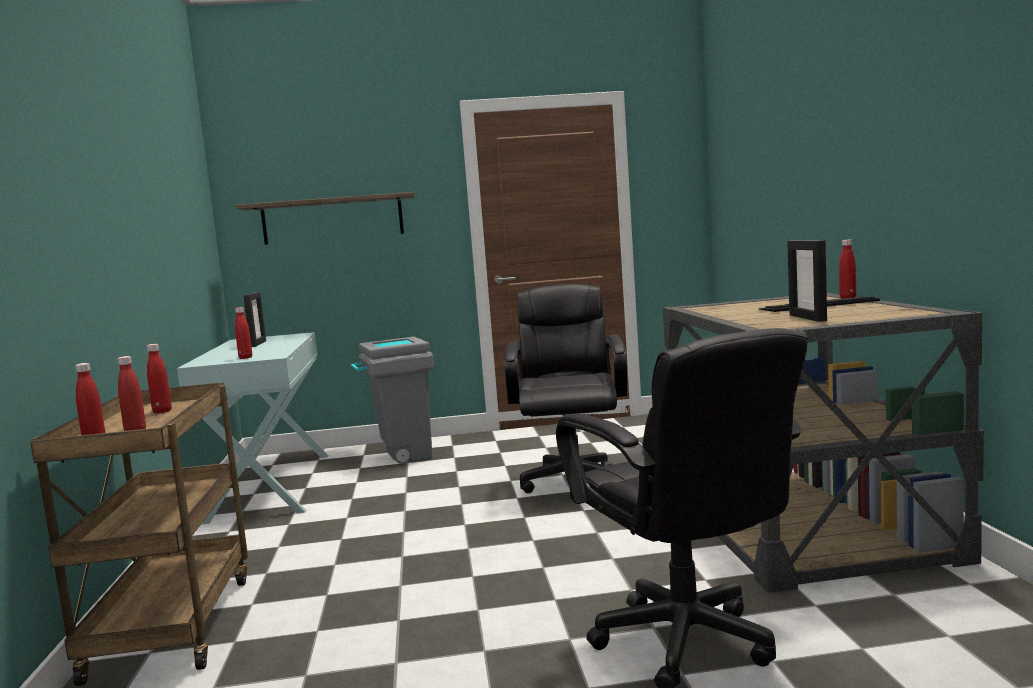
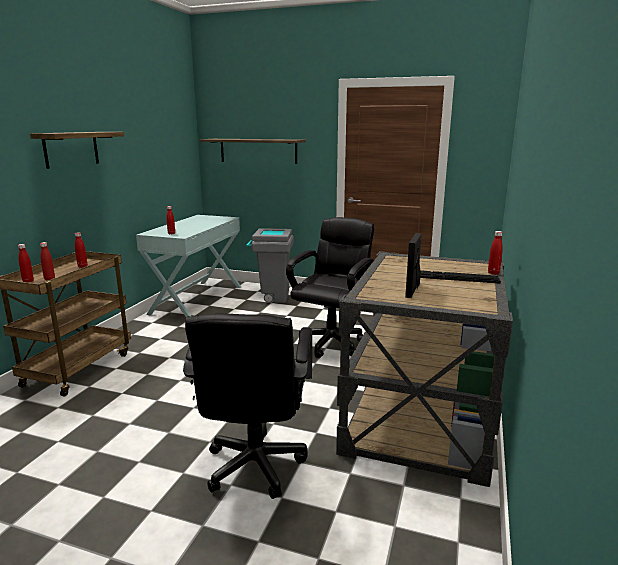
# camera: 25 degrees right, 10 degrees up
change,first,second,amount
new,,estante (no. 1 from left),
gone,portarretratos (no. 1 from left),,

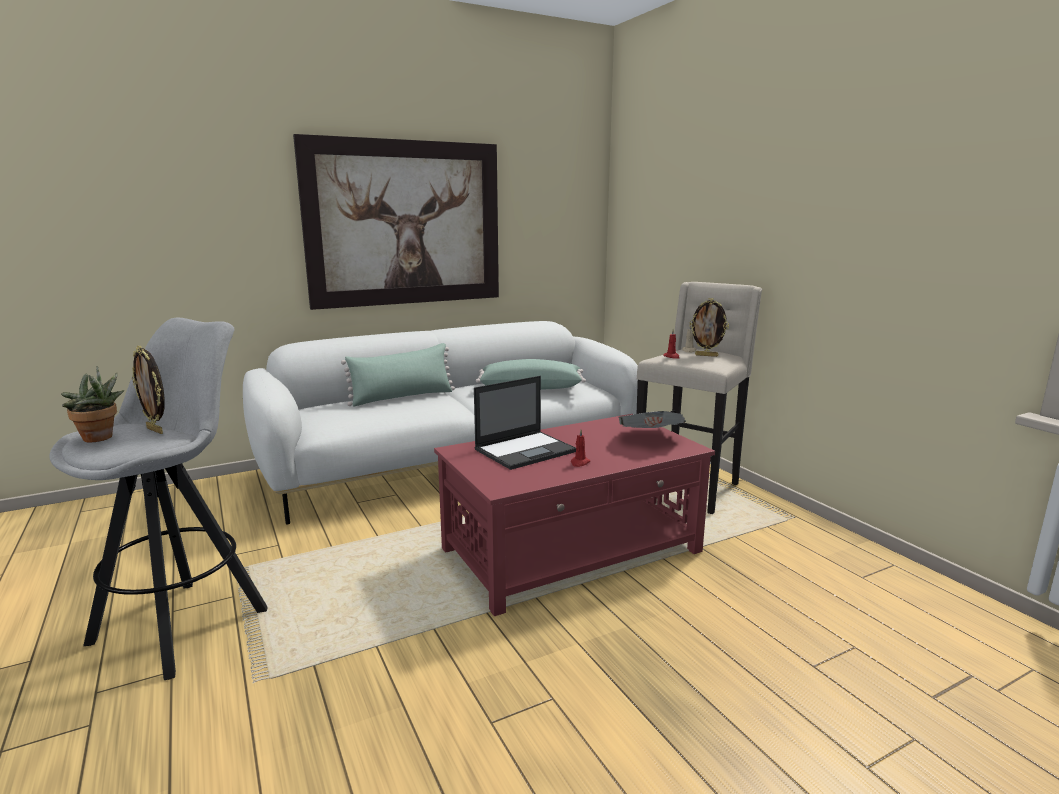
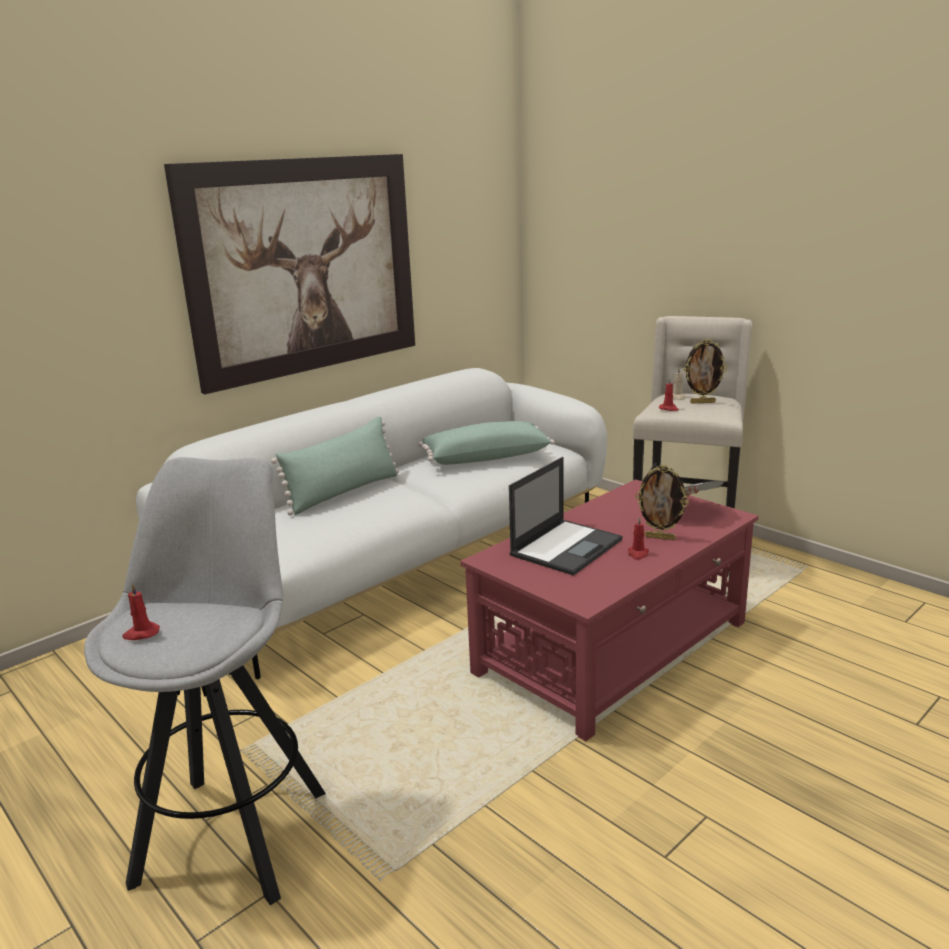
# camera: 15 degrees left, 5 degrees up
change,first,second,amount
swapped,planta en maceta,vela/rojo (no. 1 from left),
shifted,portarretratos (no. 1 from left),,

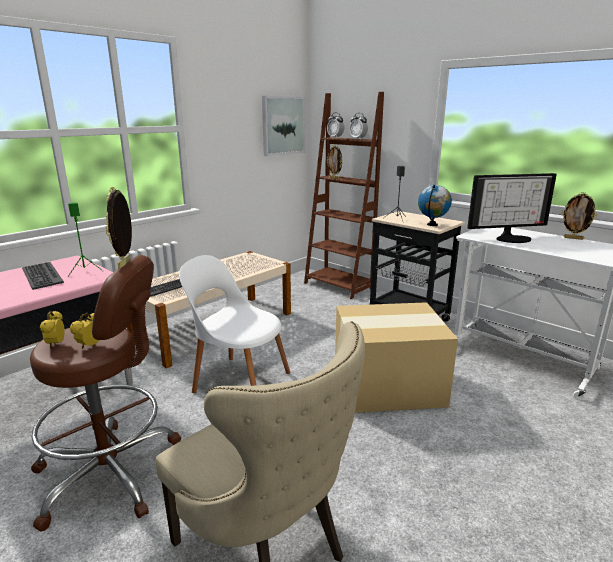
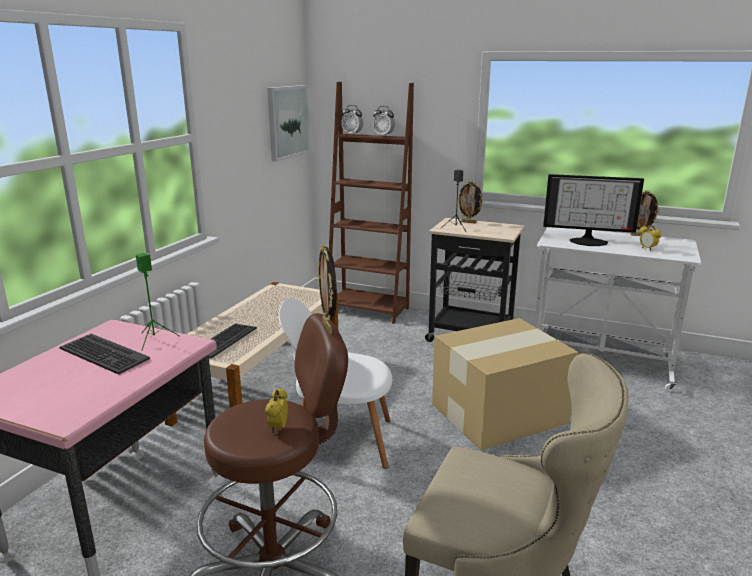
# camera: 20 degrees left, 0 degrees up
change,first,second,amount
shifted,portarretratos (no. 2 from left),,
rotated,monitor,,45 degrees clockwise
shifted,despertador (no. 1 from left in the first image),despertador (no. 4 from left),
gone,globo terráqueo,,

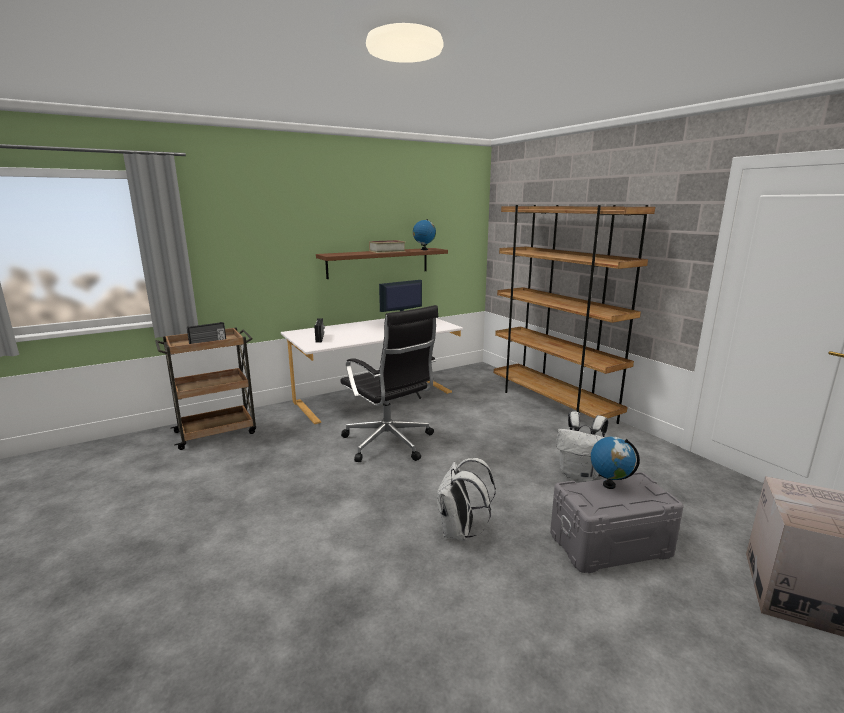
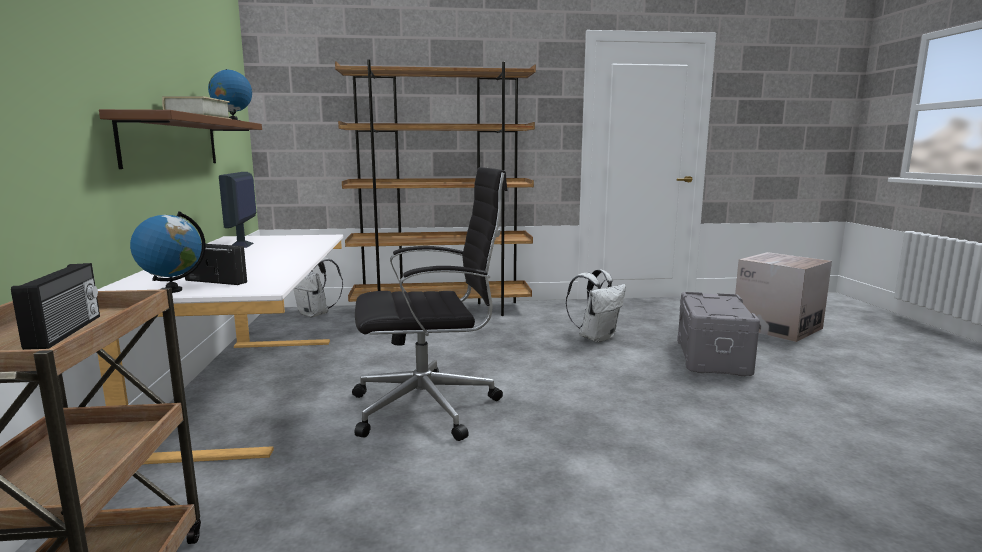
# camera: 65 degrees left, 5 degrees down
change,first,second,amount
shifted,globo terráqueo (no. 2 from left in the first image),globo terráqueo (no. 1 from left),
shifted,mochila/blanco (no. 1 from left),,

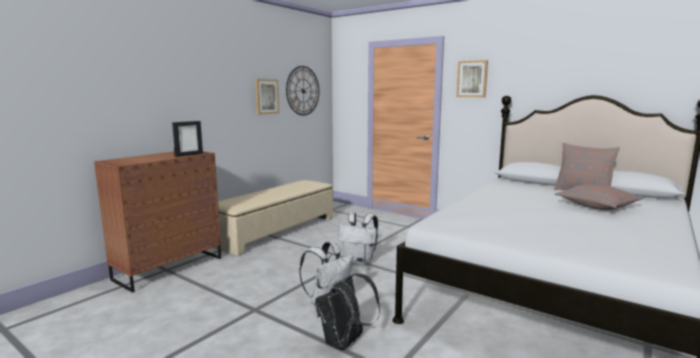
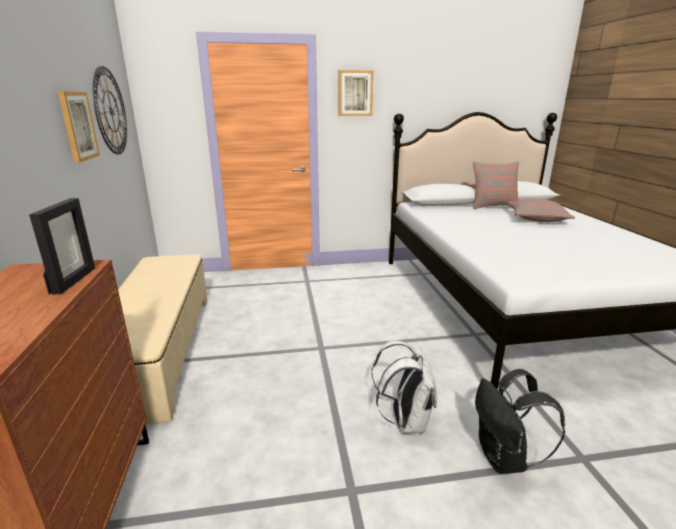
# camera: 45 degrees left, 10 degrees up
change,first,second,amount
gone,mochila/blanco (no. 2 from left),,

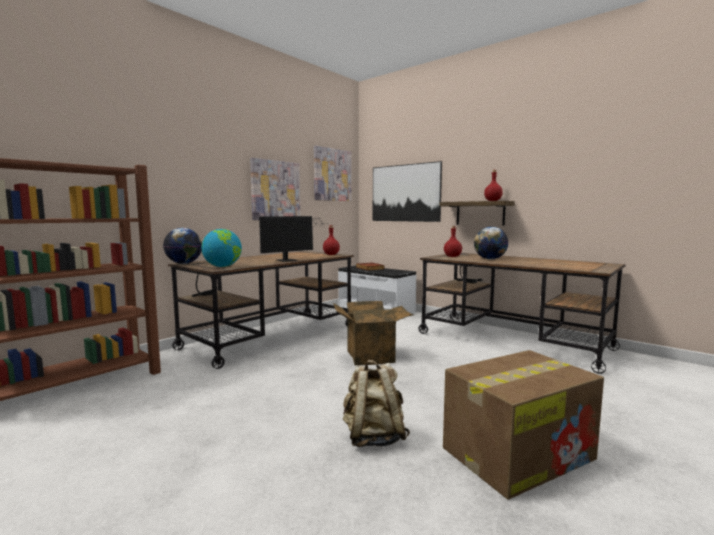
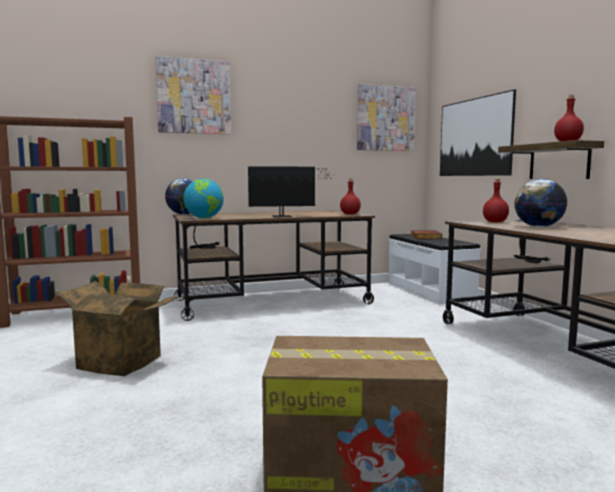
# camera: 30 degrees right, 0 degrees up
change,first,second,amount
shifted,caja de cartón (no. 1 from left),,
shifted,cuadro (no. 1 from left),,
gone,mochila/beis,,

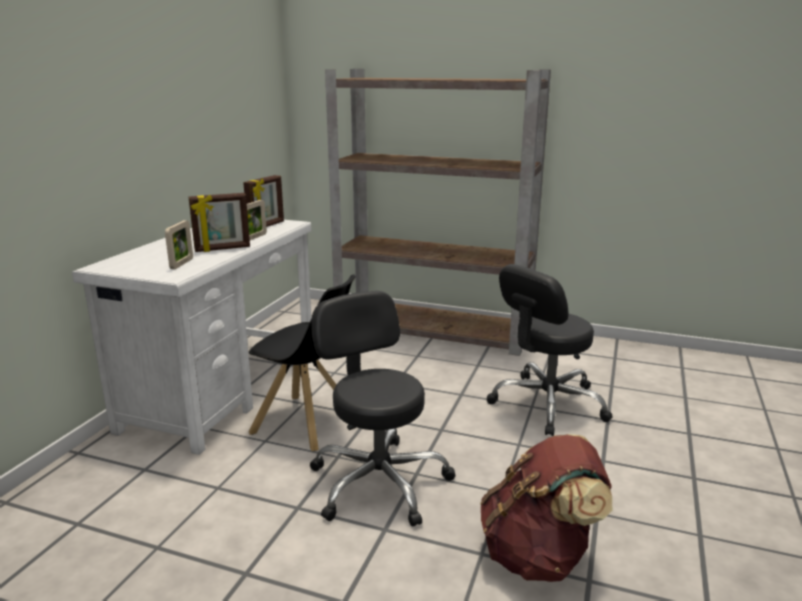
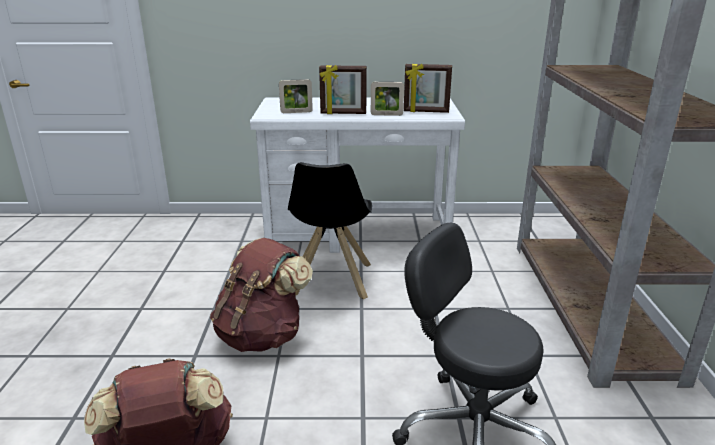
# camera: 70 degrees right, 5 degrees up
change,first,second,amount
swapped,silla de oficina/negro (no. 1 from left),mochila/marrón (no. 2 from left),
rotated,portarretratos (no. 2 from left),,45 degrees counterclockwise

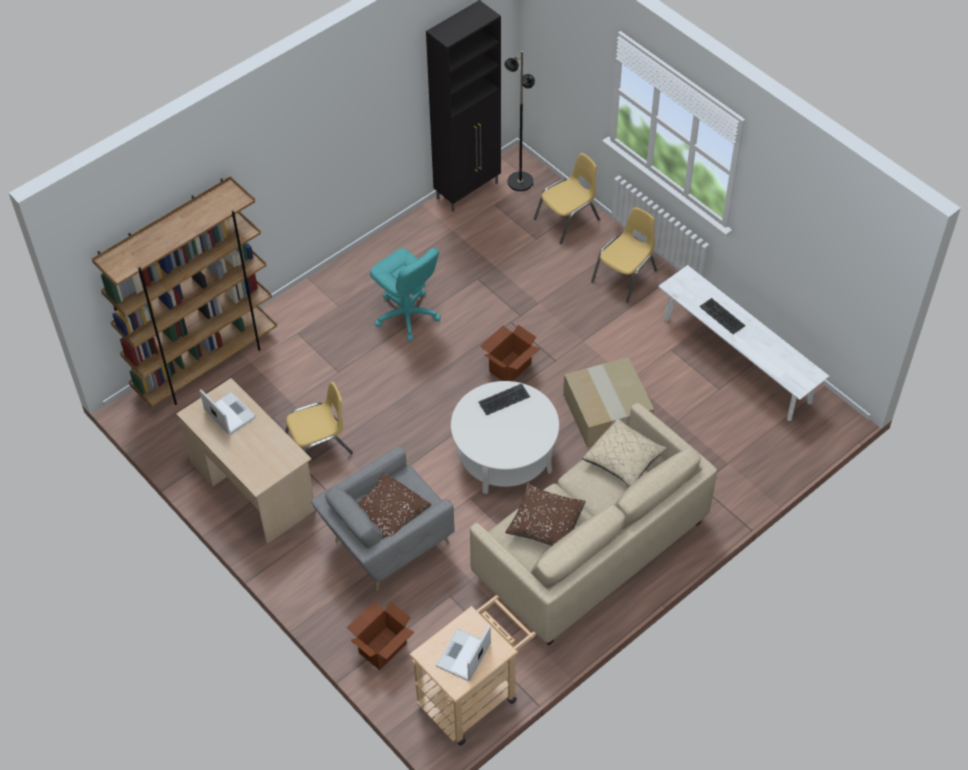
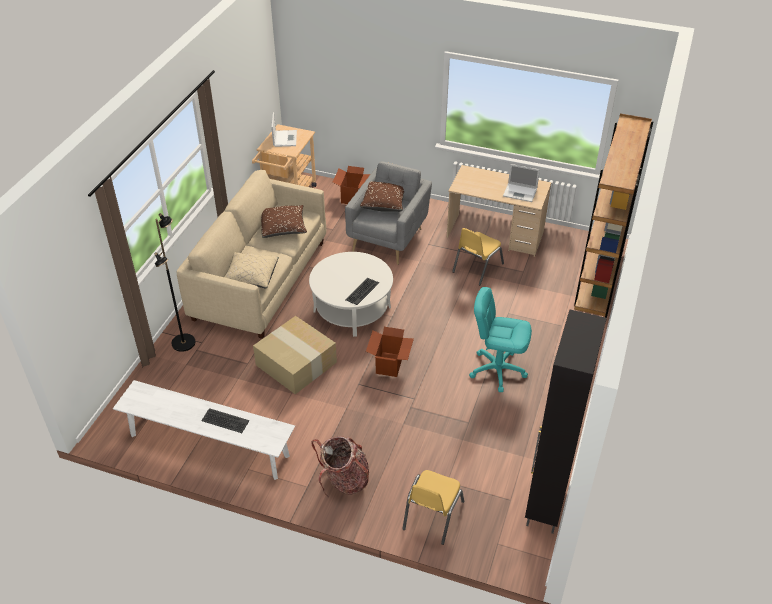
# camera: 150 degrees right, 10 degrees down
change,first,second,amount
shifted,lámpara de pie/negro,,
swapped,silla/amarillo (no. 3 from left),mochila,

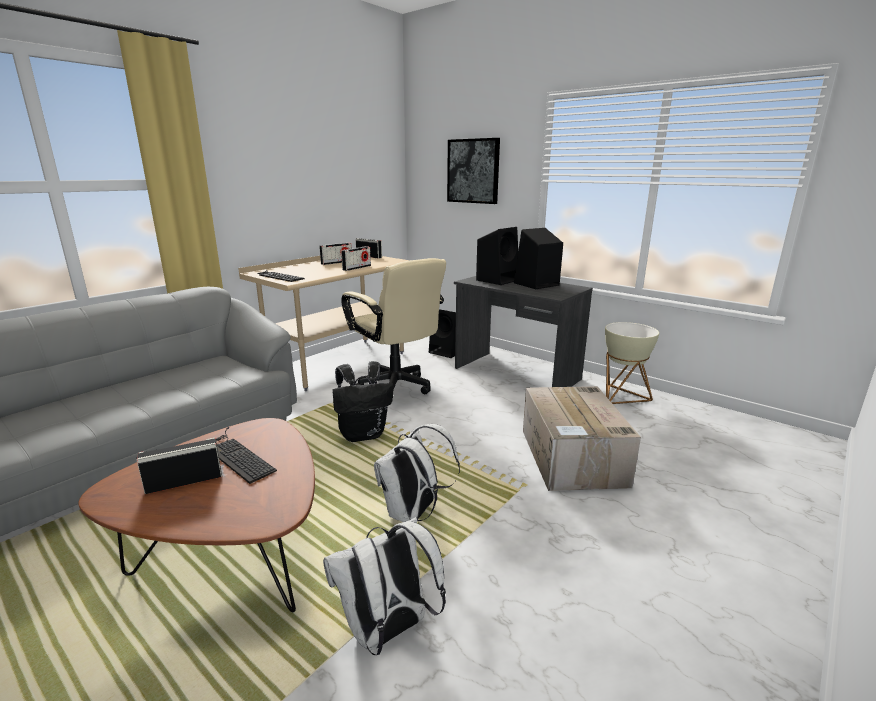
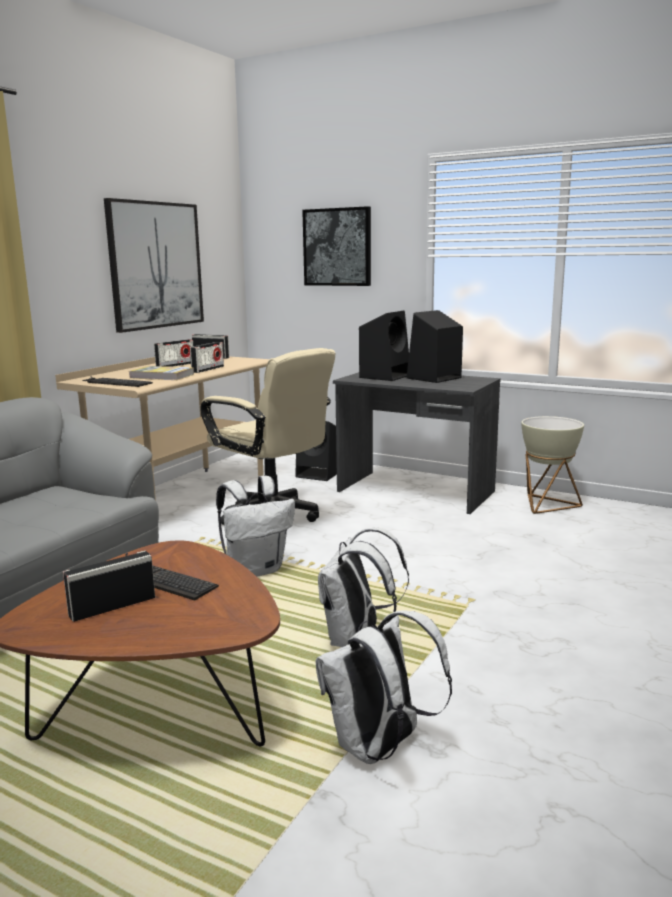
# camera: 10 degrees left, 5 degrees down
change,first,second,amount
new,,cuadro (no. 1 from left),
new,,libro,
repainted,mochila/negro,mochila/blanco (no. 1 from left),
gone,caja de cartón,,

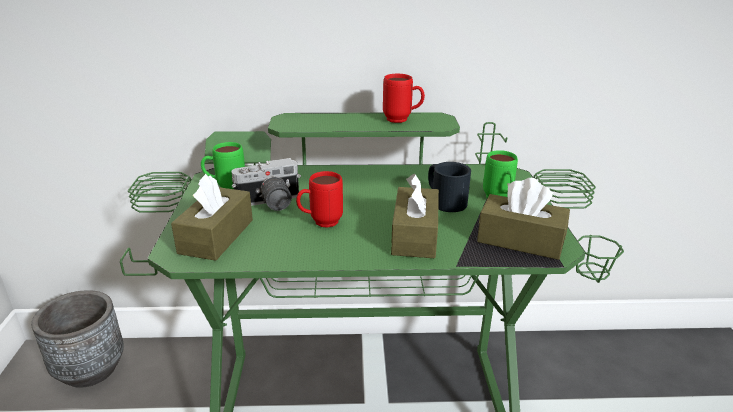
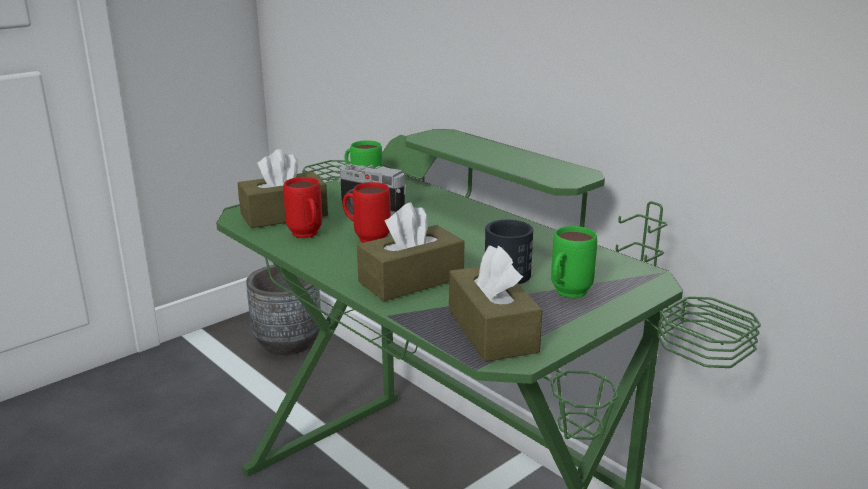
# camera: 50 degrees right, 5 degrees down
change,first,second,amount
shifted,taza grande/rojo (no. 2 from left in the first image),taza grande/rojo (no. 1 from left),

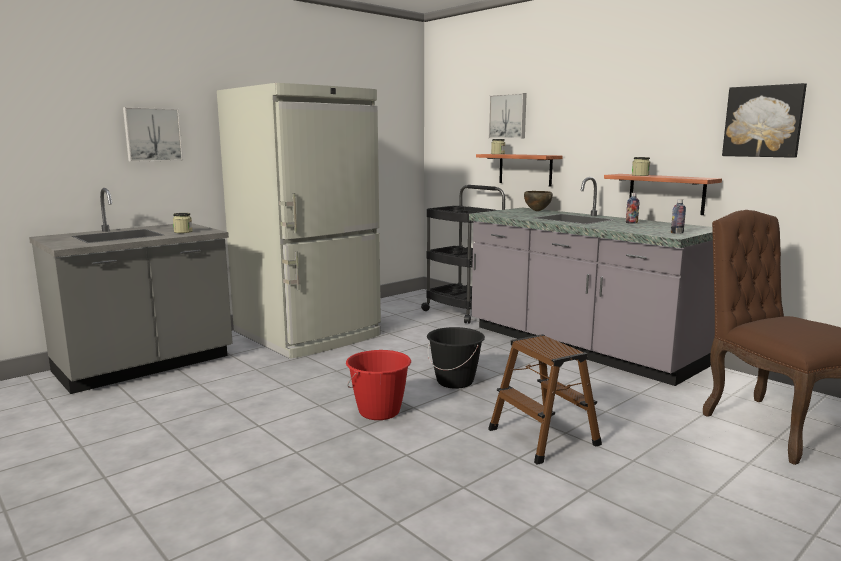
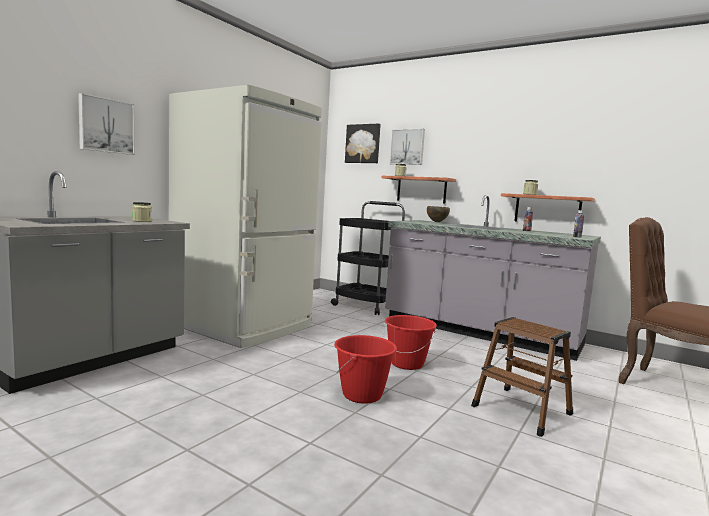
# camera: 15 degrees left, 5 degrees down
change,first,second,amount
shifted,cuadro (no. 3 from left in the first image),cuadro (no. 2 from left),
repainted,cubo/negro,cubo/rojo (no. 2 from left),

